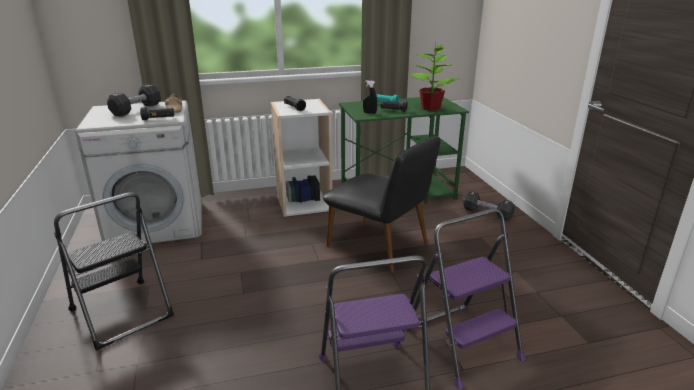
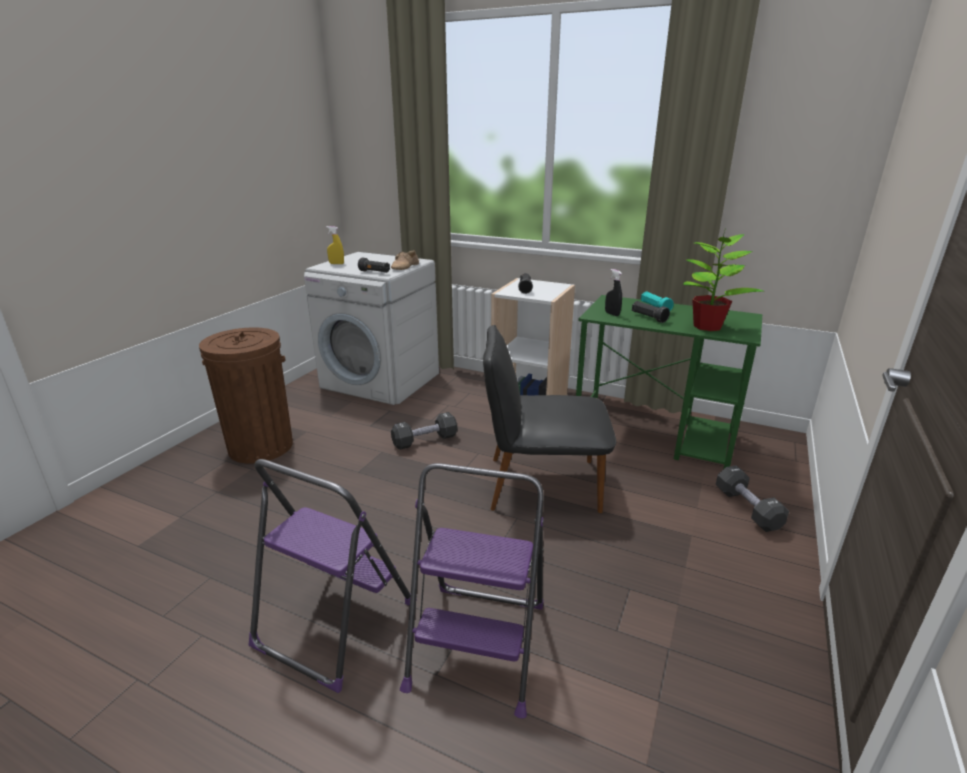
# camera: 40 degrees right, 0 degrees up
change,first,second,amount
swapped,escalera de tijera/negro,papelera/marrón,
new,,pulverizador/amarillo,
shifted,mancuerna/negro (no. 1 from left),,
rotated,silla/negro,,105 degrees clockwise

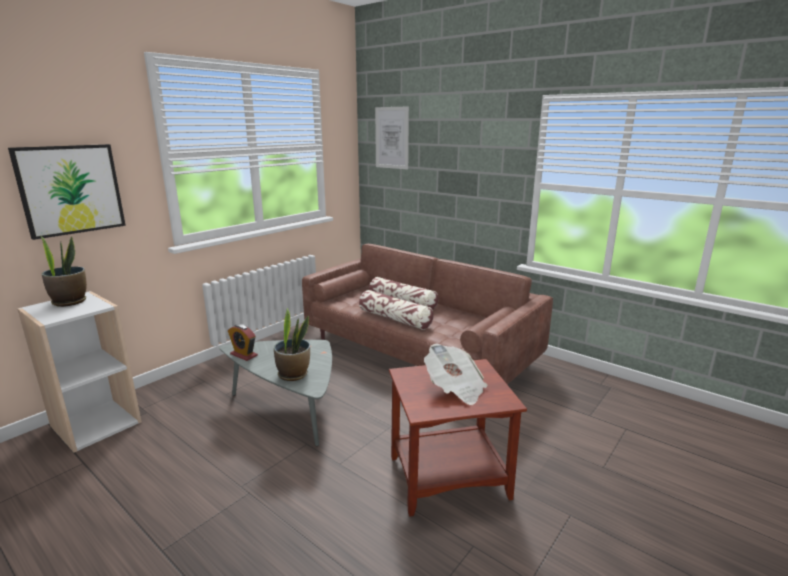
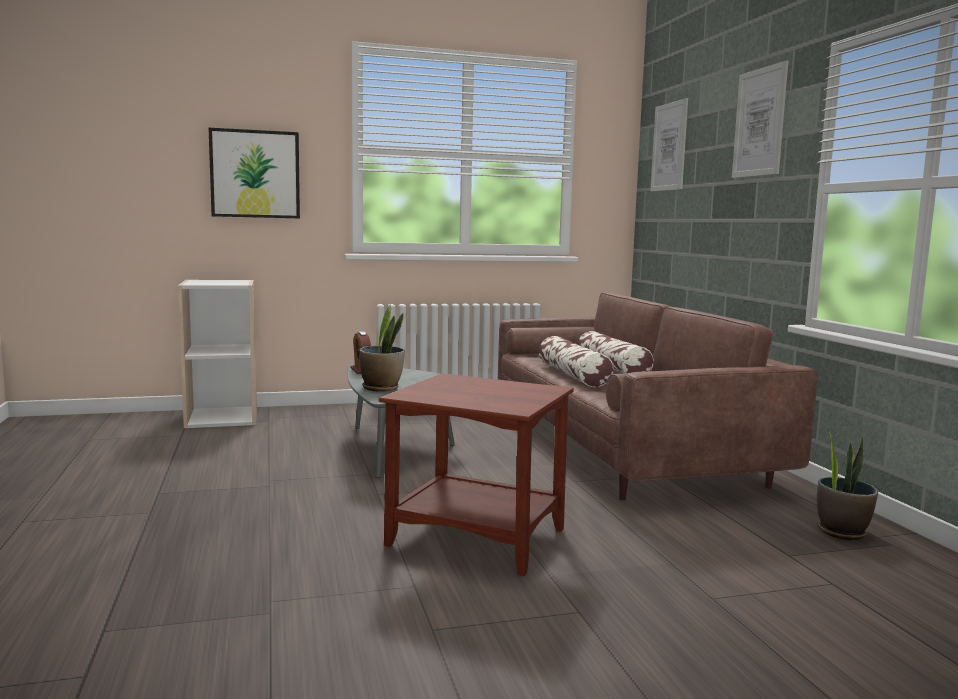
# camera: 35 degrees right, 10 degrees down
change,first,second,amount
new,,cuadro (no. 3 from left),
shifted,planta en maceta (no. 1 from left in the first image),planta en maceta (no. 2 from left),
gone,periódico,,

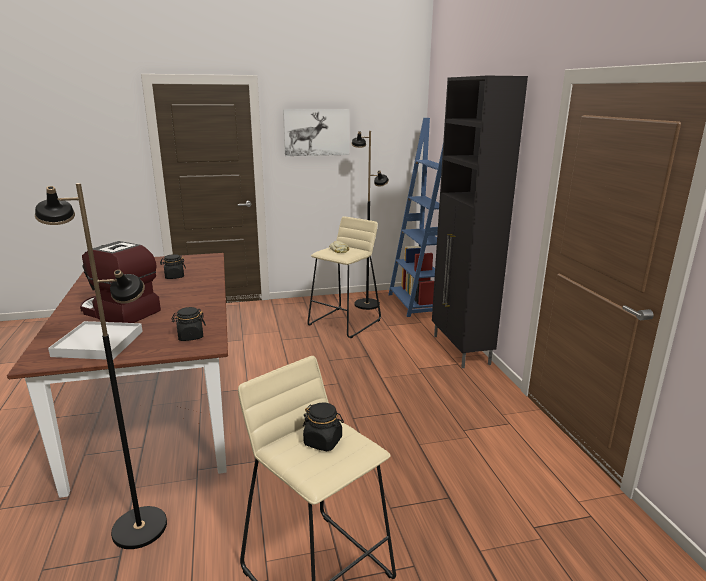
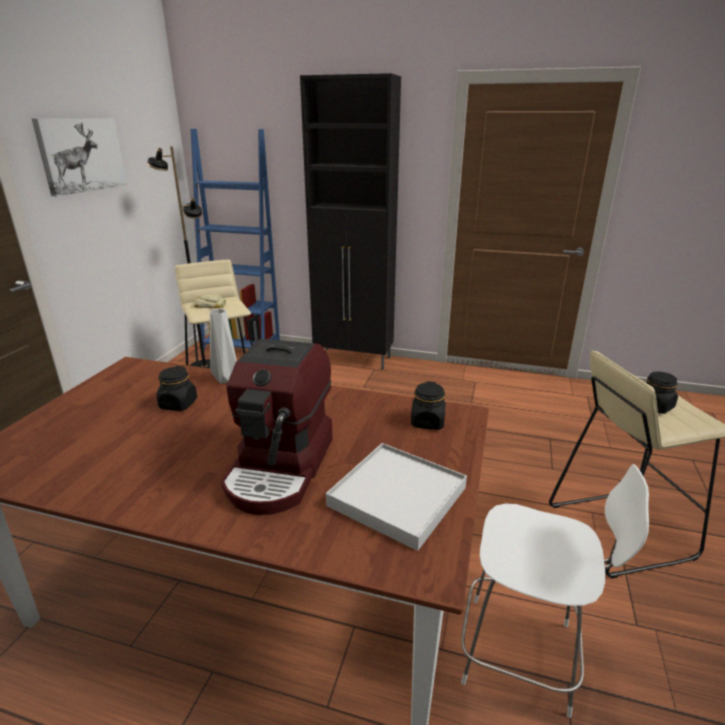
# camera: 60 degrees left, 5 degrees up
change,first,second,amount
new,,florero/gris,
rotated,cafetera,,45 degrees counterclockwise
swapped,lámpara de pie/negro (no. 1 from left),silla/blanco,

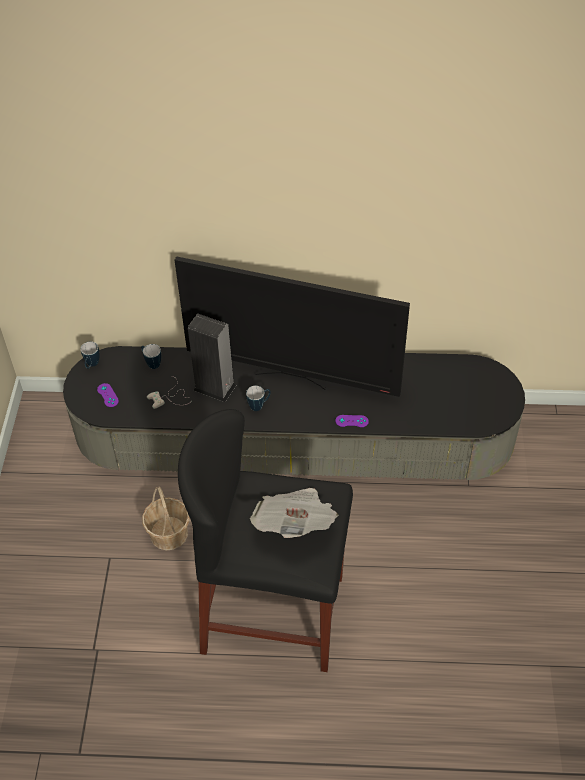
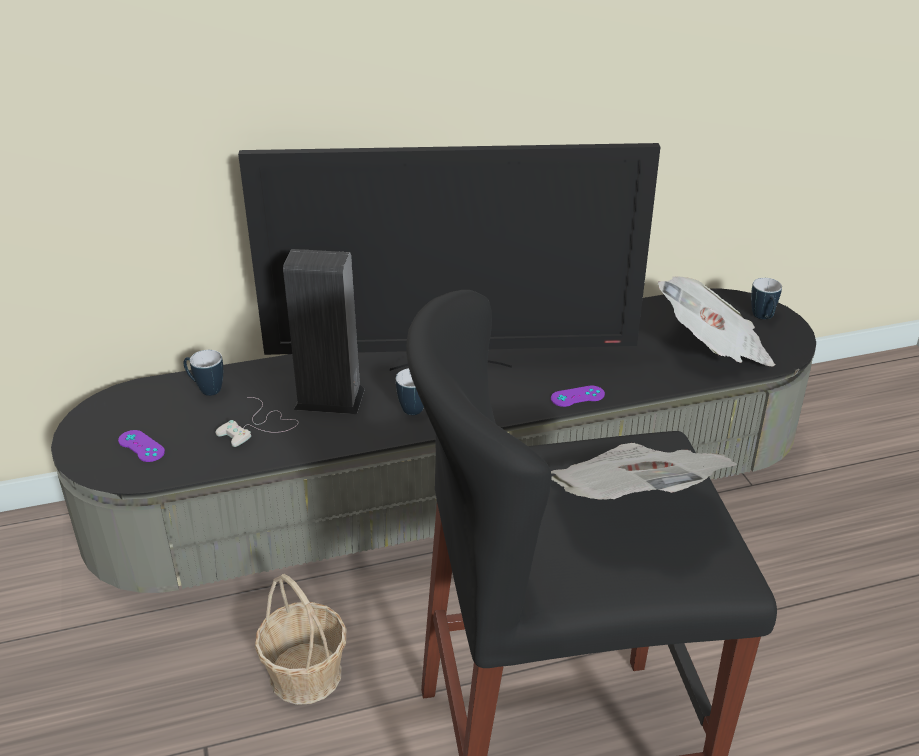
# camera: 20 degrees left, 15 degrees down
change,first,second,amount
new,,periódico (no. 2 from left),
shifted,taza grande (no. 1 from left in the first image),taza grande (no. 3 from left),

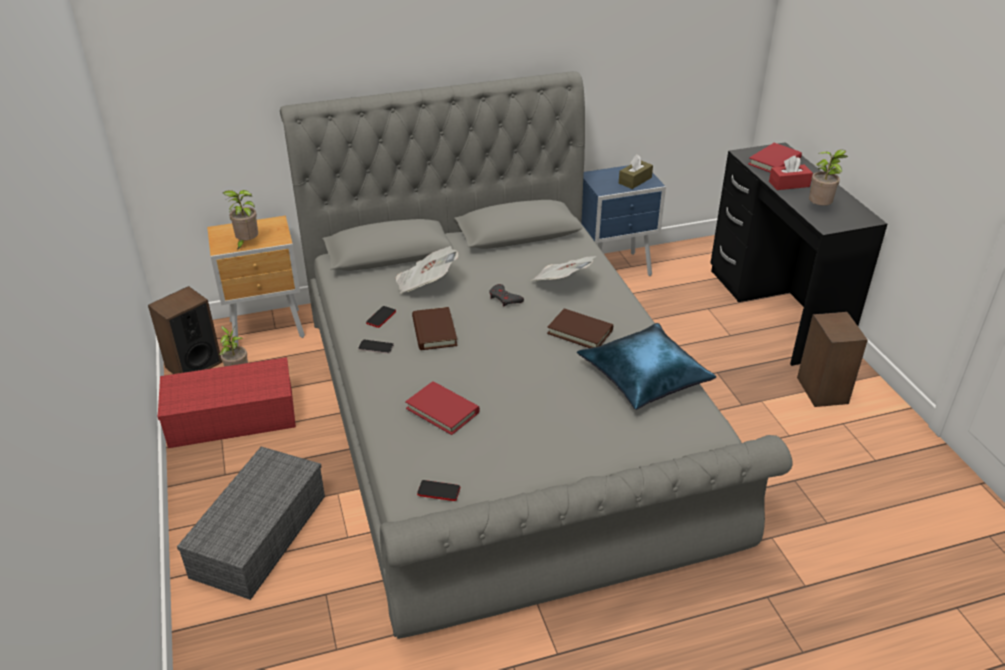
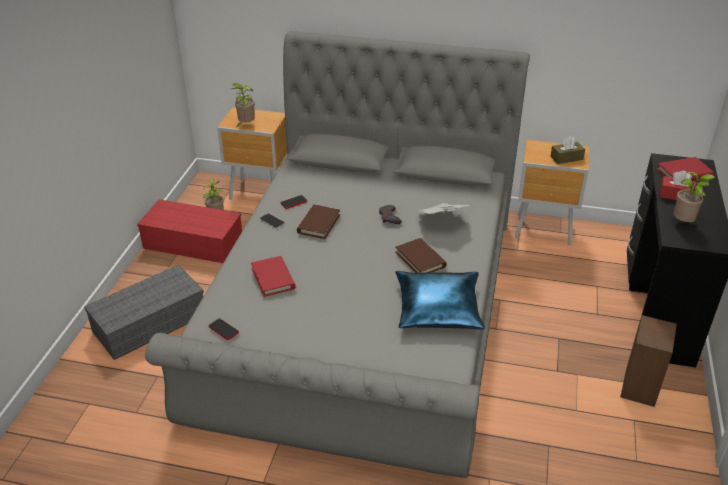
# camera: 30 degrees right, 0 degrees up
change,first,second,amount
repainted,mesita de noche/azul,mesita de noche/marrón (no. 2 from left),
gone,altavoz (no. 1 from left),,
gone,periódico (no. 1 from left),,

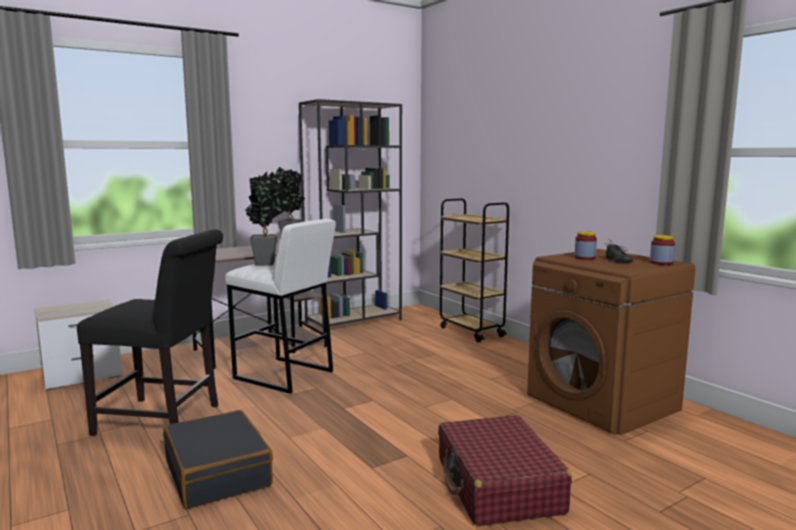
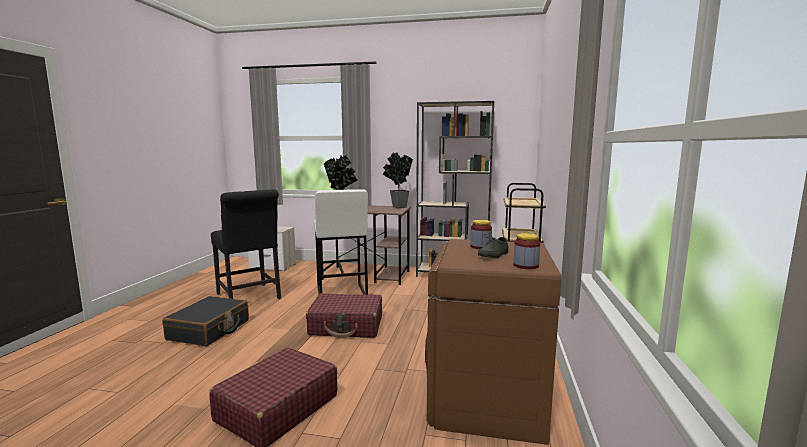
# camera: 45 degrees right, 0 degrees up
change,first,second,amount
new,,maleta/rojo (no. 2 from left),

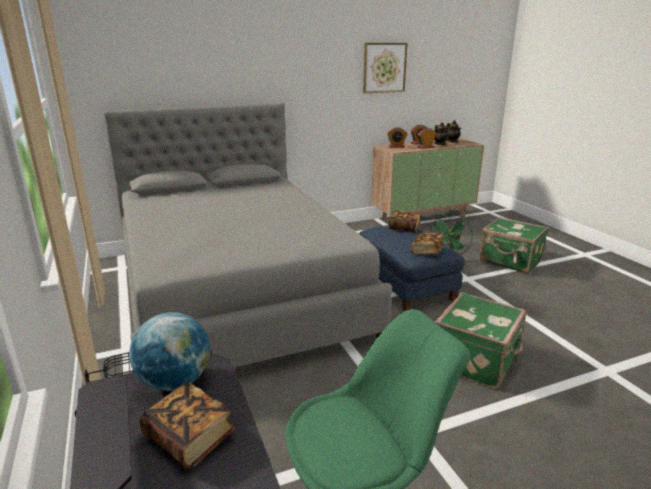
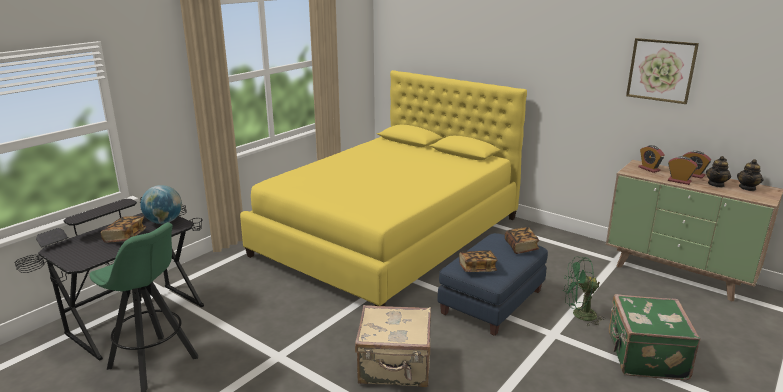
# camera: 60 degrees right, 0 degrees up
change,first,second,amount
repainted,cama/gris,cama/amarillo,
repainted,maleta/verde (no. 1 from left),maleta/beis,

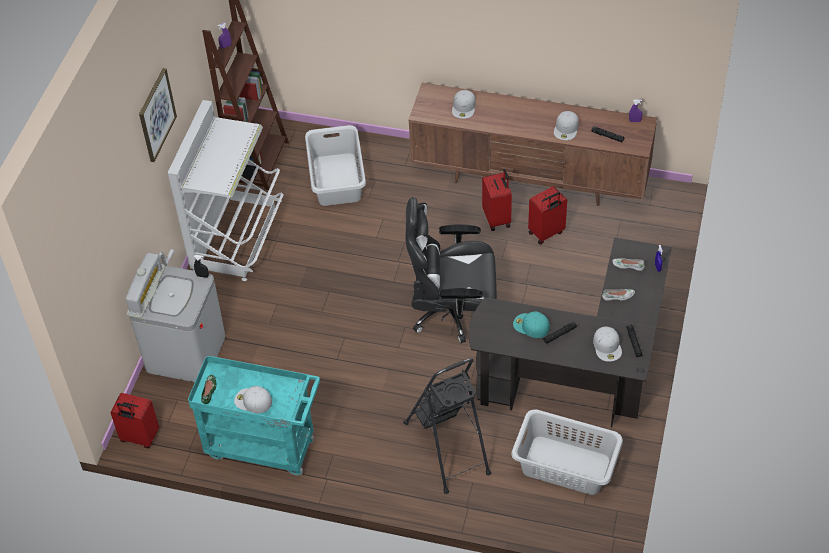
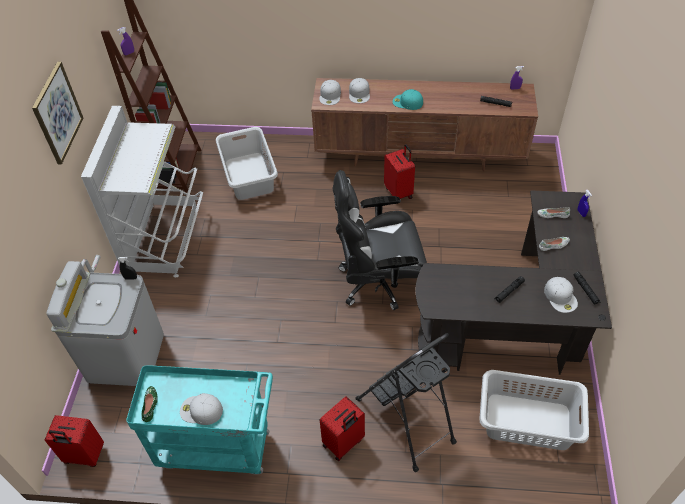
# camera: 10 degrees left, 0 degrees up
change,first,second,amount
shifted,gorra/blanco (no. 3 from left in the first image),gorra/blanco (no. 2 from left),
shifted,maleta/rojo (no. 3 from left in the first image),maleta/rojo (no. 2 from left),
shifted,gorra/turquesa,,

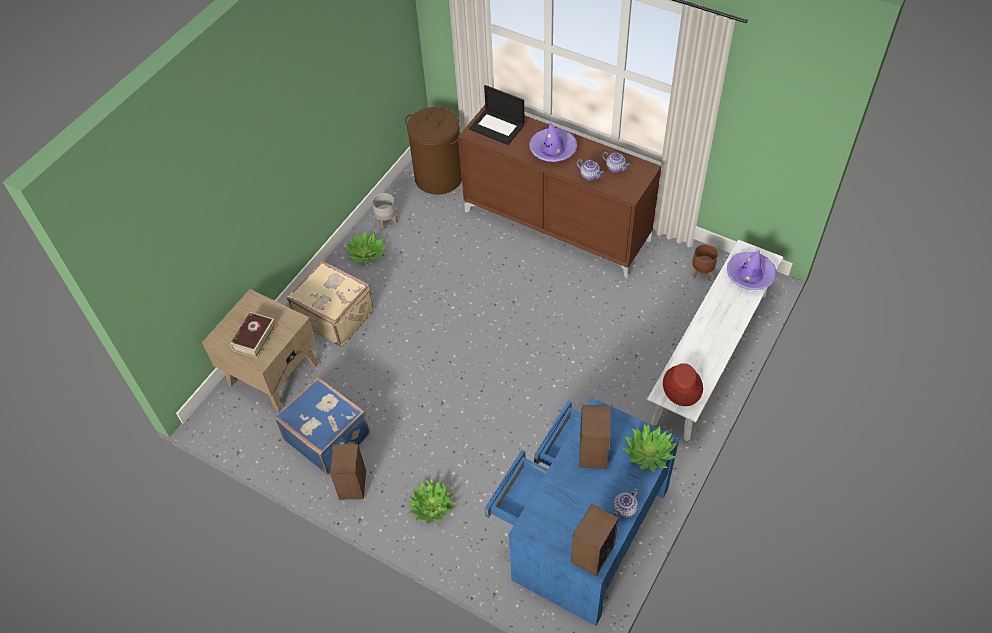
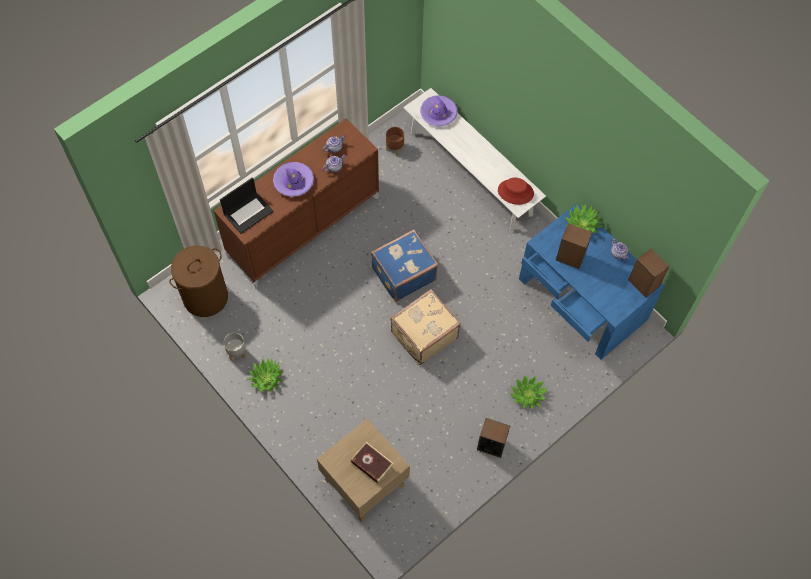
# camera: 75 degrees left, 10 degrees up
change,first,second,amount
shifted,maleta/azul,,
shifted,maleta/beis,,

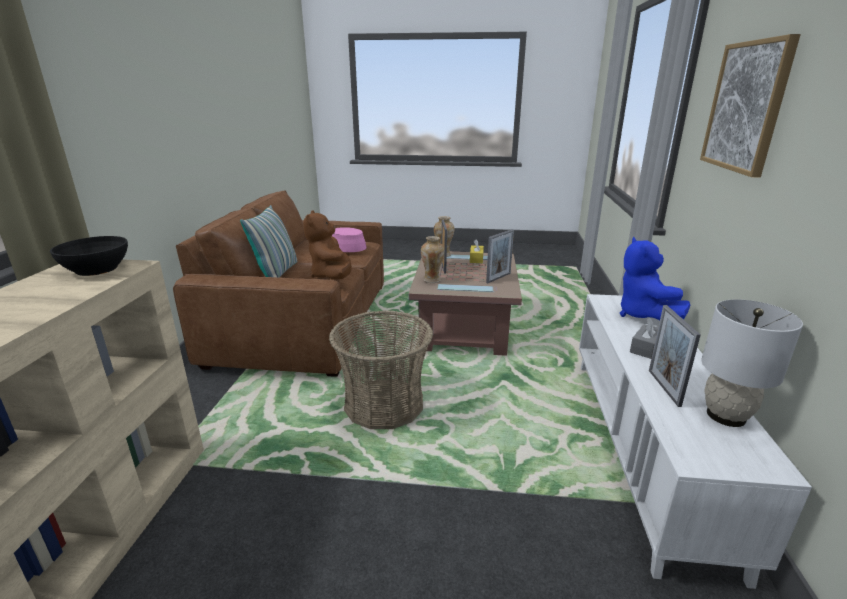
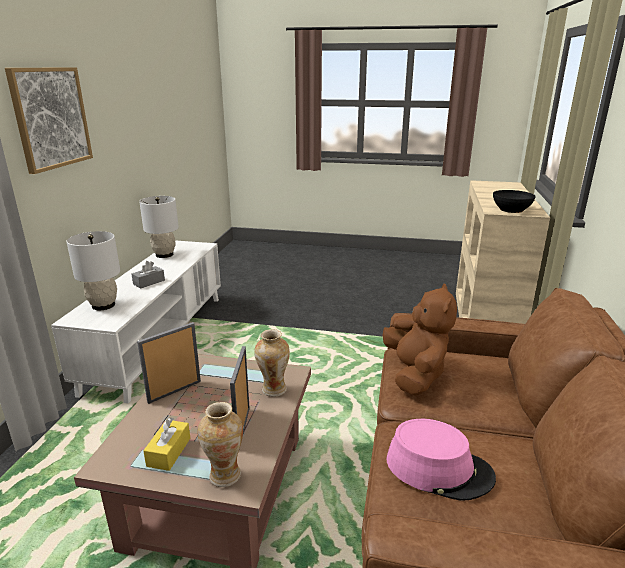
# camera: 175 degrees left, 0 degrees up
change,first,second,amount
swapped,peluche/azul,lámpara de mesa/blanco (no. 1 from left),
gone,cojín,,
gone,cesta,,
gone,portarretratos (no. 3 from left),,

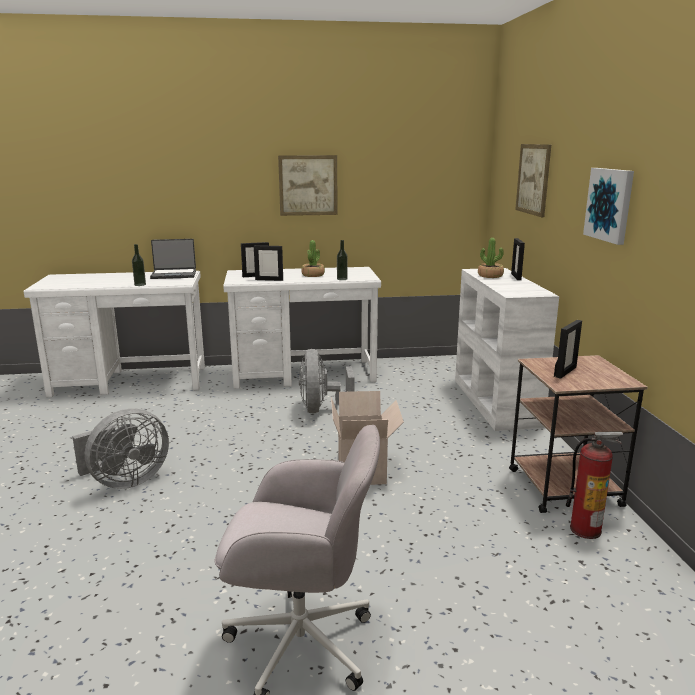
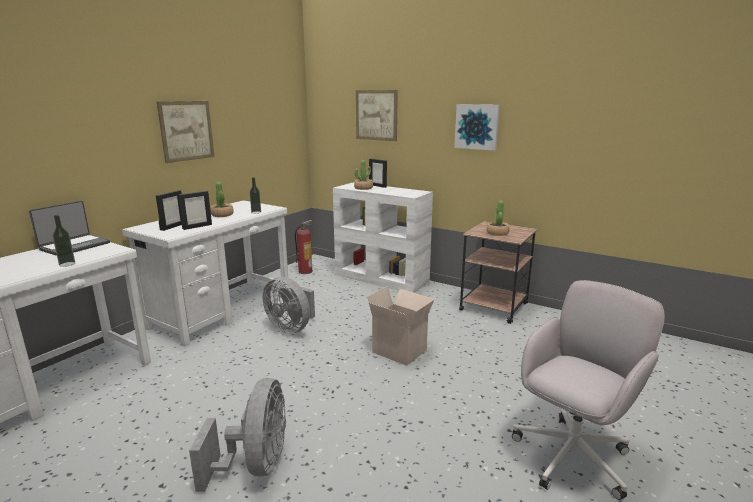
# camera: 50 degrees left, 0 degrees up
change,first,second,amount
shifted,extintor,,
swapped,portarretratos (no. 4 from left),planta en maceta (no. 3 from left),

